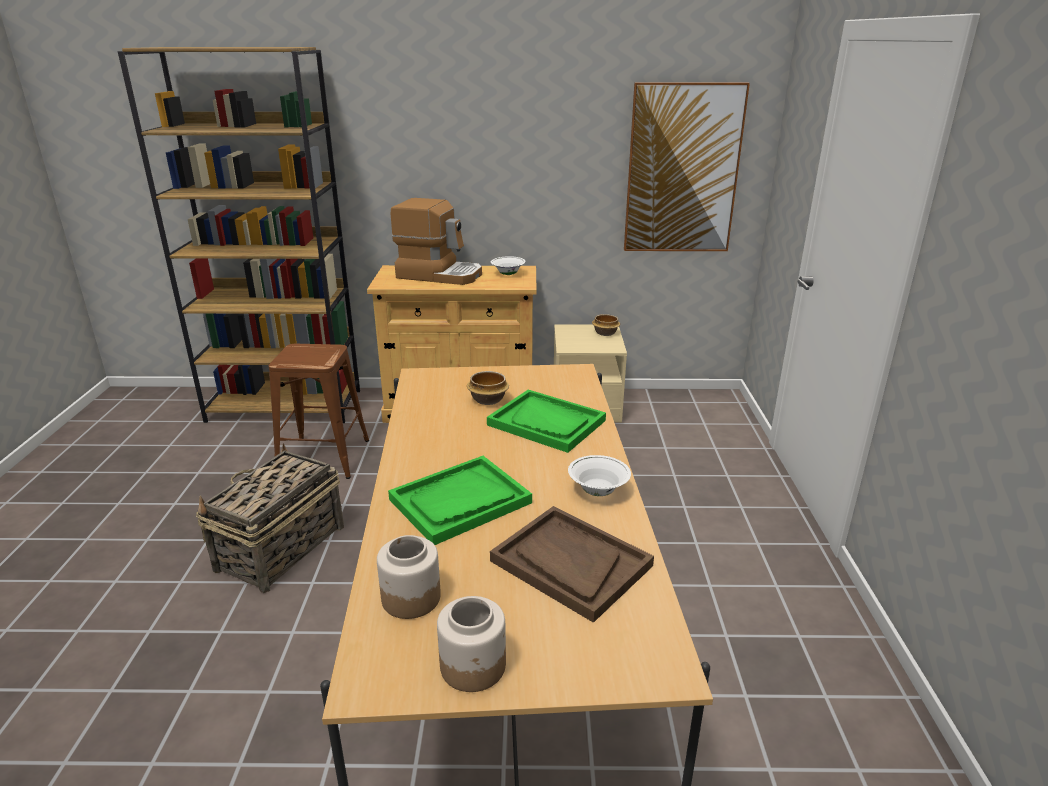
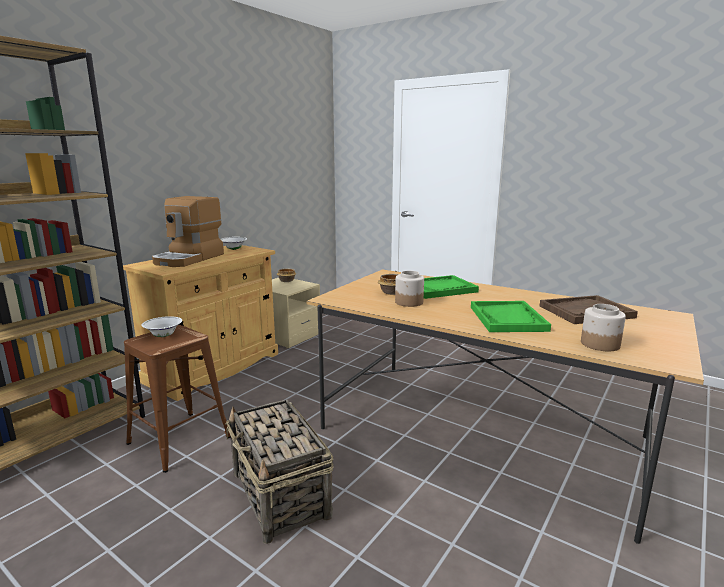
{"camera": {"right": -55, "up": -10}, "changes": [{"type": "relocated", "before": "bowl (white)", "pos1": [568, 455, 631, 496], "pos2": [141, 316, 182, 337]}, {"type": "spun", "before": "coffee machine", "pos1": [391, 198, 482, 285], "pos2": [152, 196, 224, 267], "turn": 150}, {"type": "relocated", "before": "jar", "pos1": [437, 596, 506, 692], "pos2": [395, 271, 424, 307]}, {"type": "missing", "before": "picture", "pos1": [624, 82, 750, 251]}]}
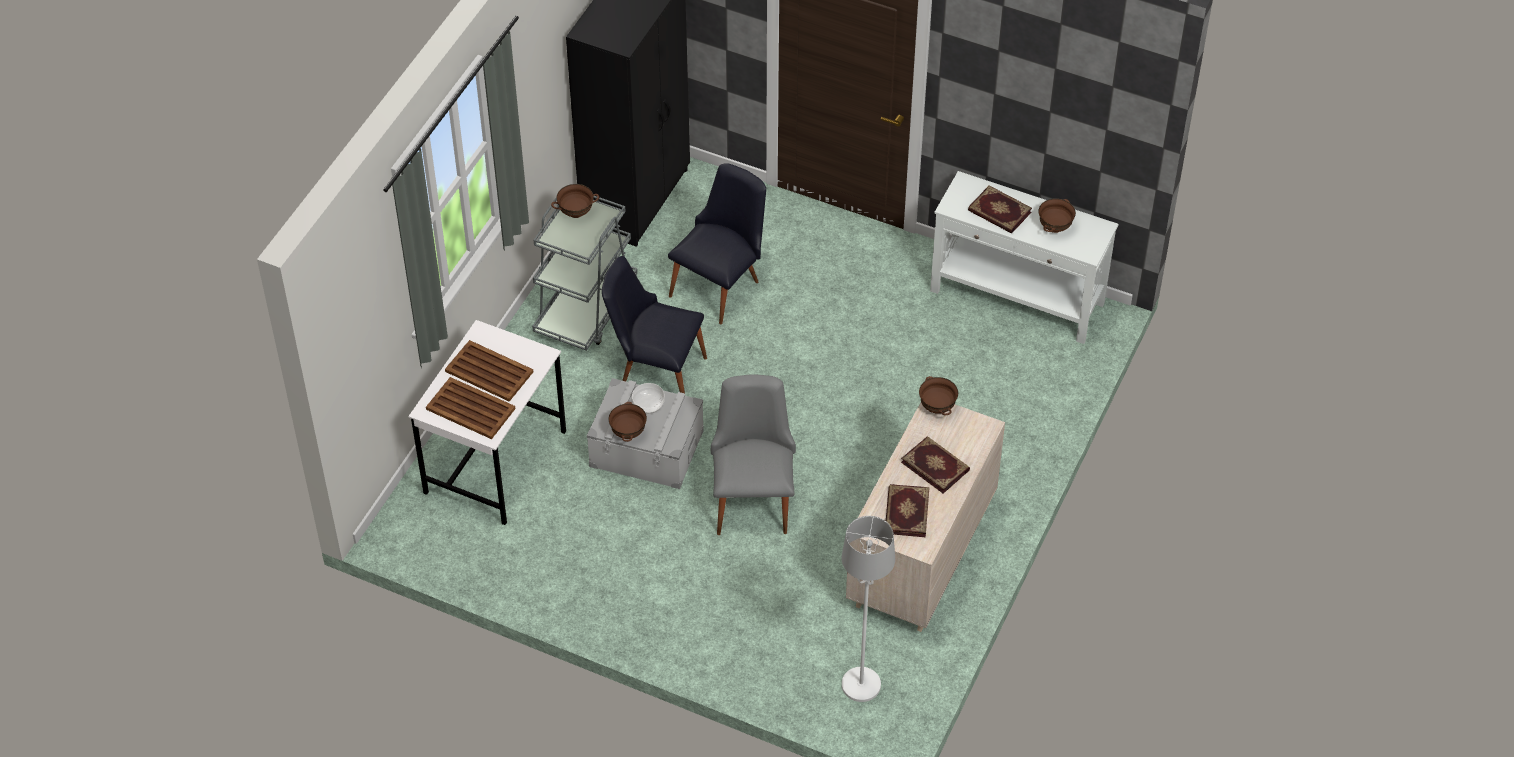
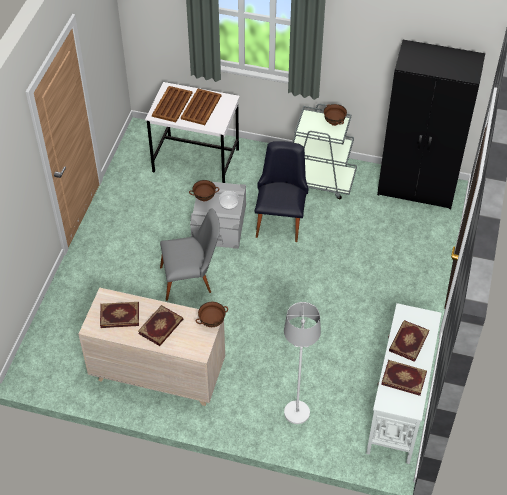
{"camera": {"right": 80, "up": 0}, "changes": [{"type": "relocated", "before": "floor lamp (white)", "pos1": [842, 516, 895, 702], "pos2": [284, 302, 321, 424]}, {"type": "exchanged", "before": "bowl (brown)", "after": "book", "pos1": [1038, 198, 1076, 233], "pos2": [381, 360, 427, 396]}, {"type": "missing", "before": "chair (black)", "pos1": [668, 163, 766, 325]}]}
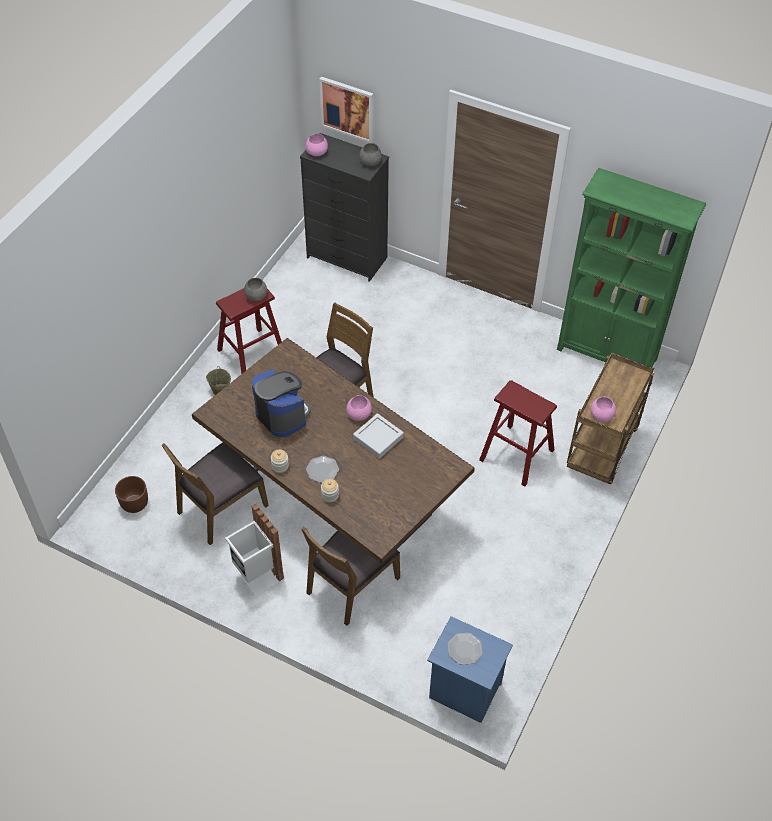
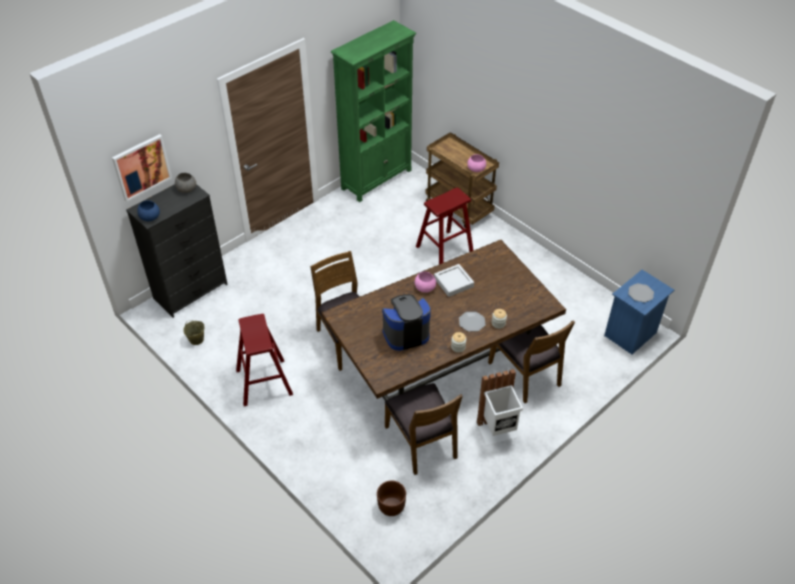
{"camera": {"right": -70, "up": -5}, "changes": [{"type": "colour", "before": "bowl (pink)", "after": "bowl (blue)", "pos1": [305, 134, 328, 156], "pos2": [137, 200, 160, 221]}, {"type": "relocated", "before": "bucket (beige)", "pos1": [206, 366, 231, 395], "pos2": [183, 320, 205, 345]}, {"type": "missing", "before": "bowl (grey)", "pos1": [244, 278, 267, 301]}]}
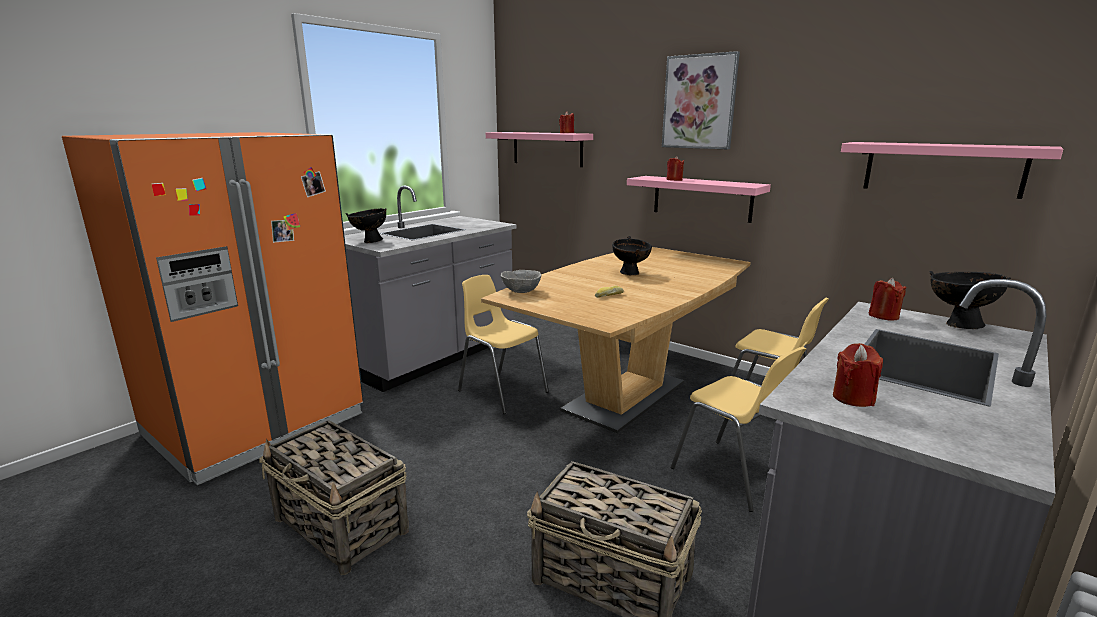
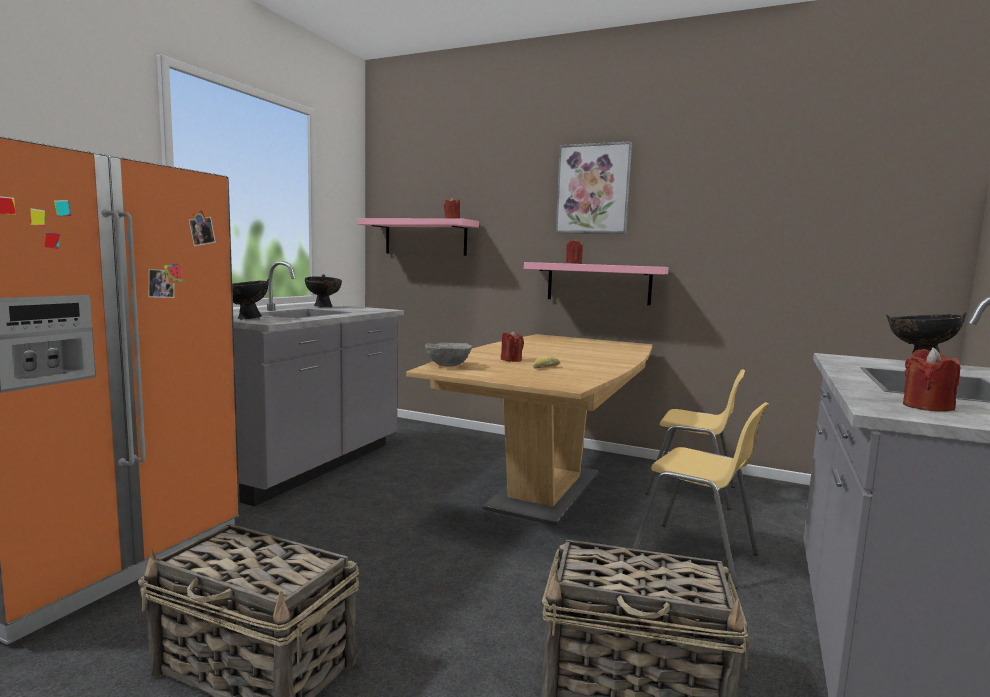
{"camera": {"right": -15, "up": -10}, "changes": [{"type": "relocated", "before": "bowl (black)", "pos1": [612, 236, 652, 276], "pos2": [305, 275, 342, 307]}, {"type": "relocated", "before": "candle (red)", "pos1": [868, 278, 906, 321], "pos2": [501, 330, 524, 362]}, {"type": "missing", "before": "chair (yellow)", "pos1": [458, 275, 549, 414]}, {"type": "missing", "before": "shelf (pink)", "pos1": [841, 142, 1063, 199]}]}
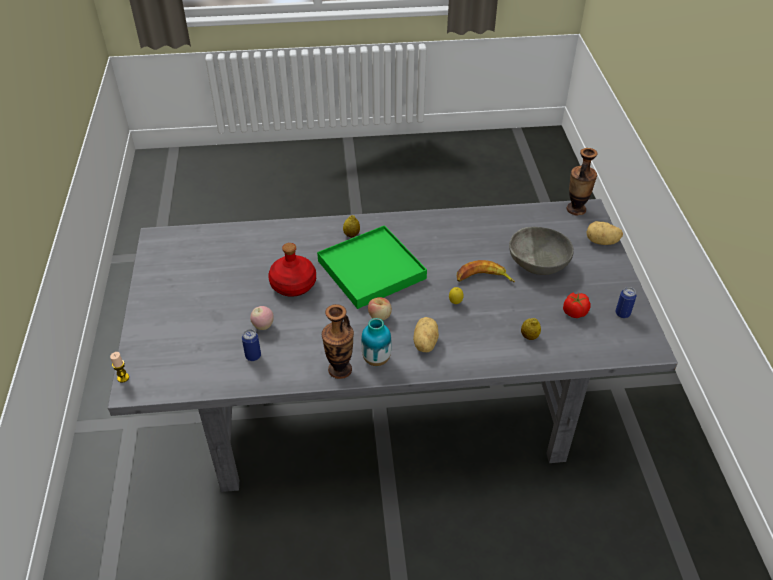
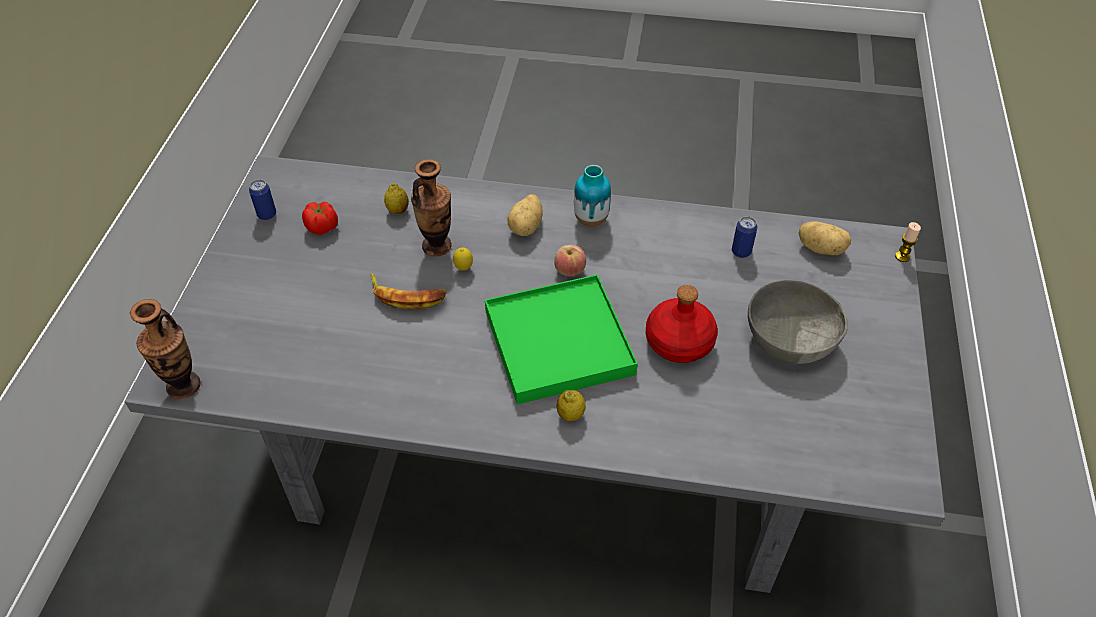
{"camera": {"right": -165, "up": 5}, "changes": [{"type": "relocated", "before": "vase", "pos1": [322, 304, 354, 379], "pos2": [411, 159, 452, 257]}, {"type": "relocated", "before": "bowl (grey)", "pos1": [509, 227, 574, 275], "pos2": [748, 280, 848, 364]}, {"type": "relocated", "before": "potato", "pos1": [586, 221, 623, 245], "pos2": [799, 221, 851, 255]}, {"type": "missing", "before": "apple", "pos1": [250, 306, 274, 330]}]}
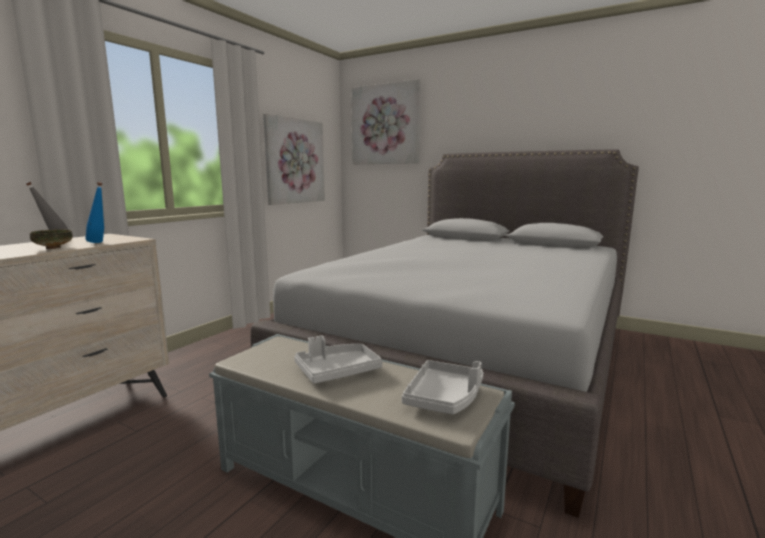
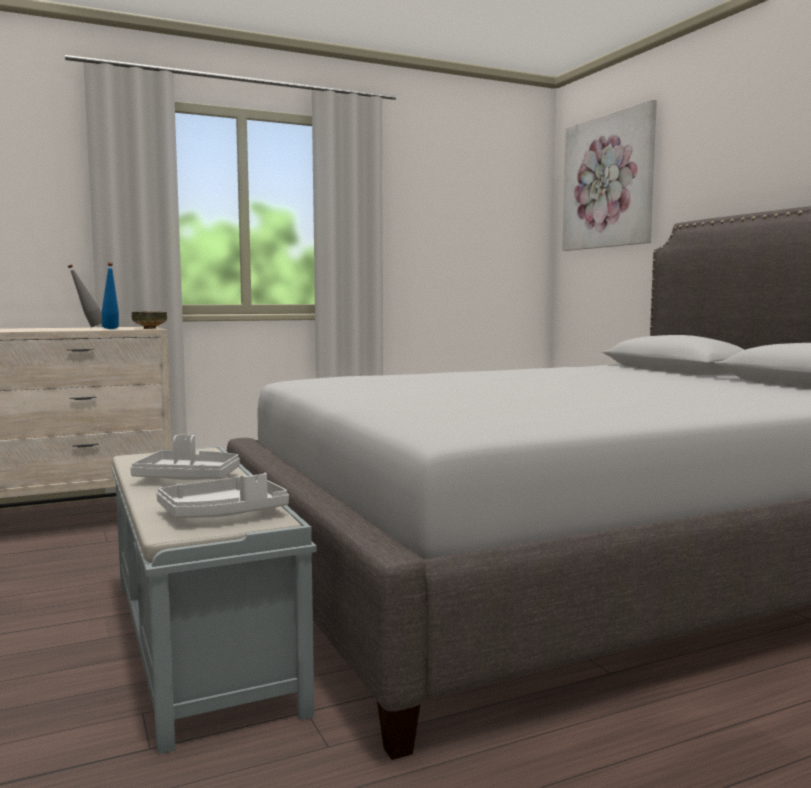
{"camera": {"right": 35, "up": -5}, "changes": [{"type": "relocated", "before": "bowl", "pos1": [30, 229, 73, 249], "pos2": [132, 311, 167, 329]}, {"type": "missing", "before": "picture", "pos1": [263, 113, 325, 205]}]}
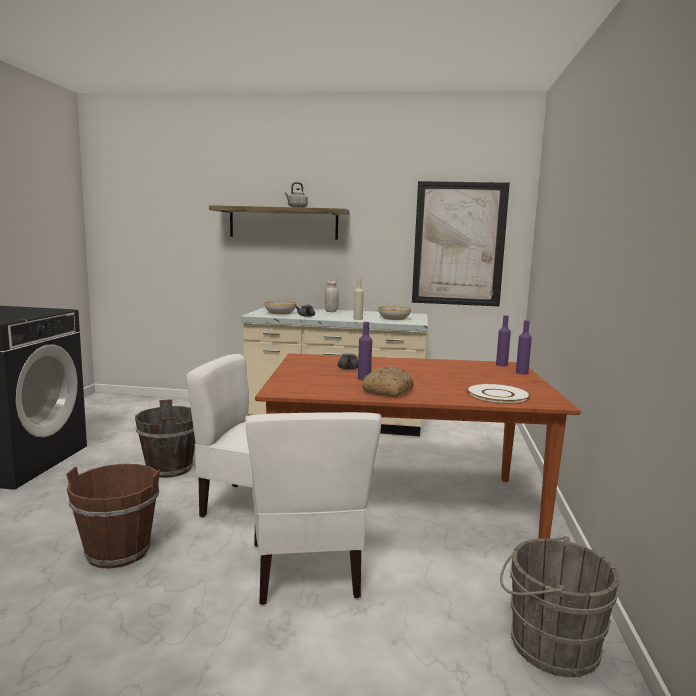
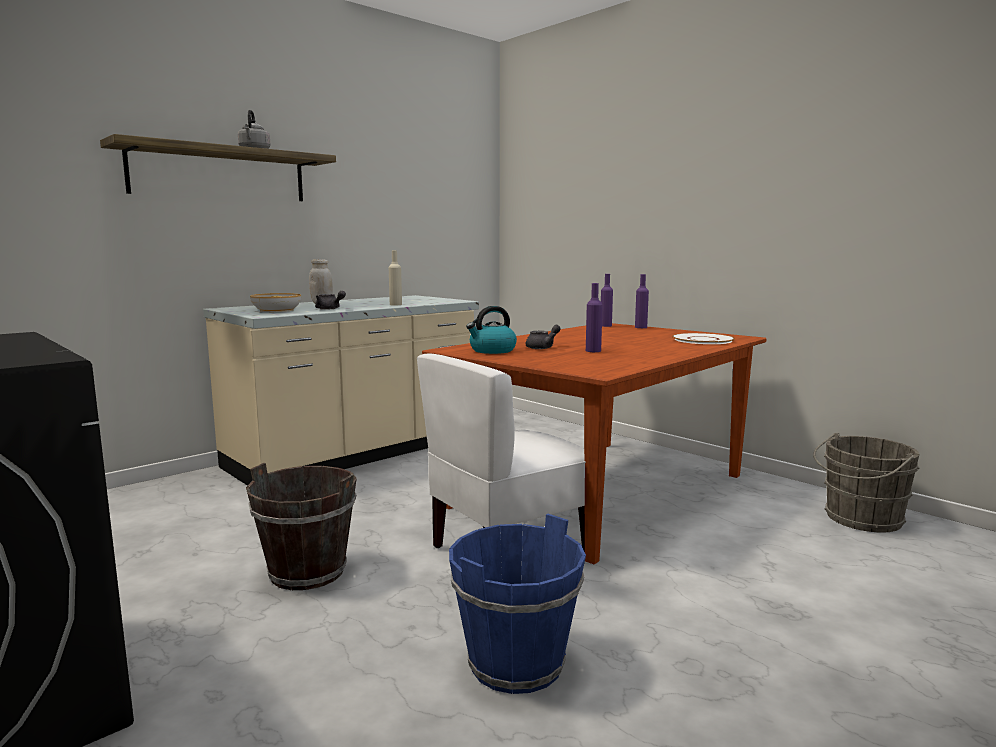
{"camera": {"right": -50, "up": 0}, "changes": [{"type": "colour", "before": "bucket (brown)", "after": "bucket (blue)", "pos1": [66, 464, 160, 568], "pos2": [449, 514, 586, 694]}, {"type": "appeared", "after": "kettle", "pos2": [466, 306, 517, 354]}, {"type": "missing", "before": "chair (white)", "pos1": [245, 412, 382, 605]}, {"type": "missing", "before": "bread", "pos1": [362, 366, 414, 397]}, {"type": "missing", "before": "bowl", "pos1": [378, 306, 411, 320]}, {"type": "missing", "before": "picture", "pos1": [412, 181, 510, 306]}]}
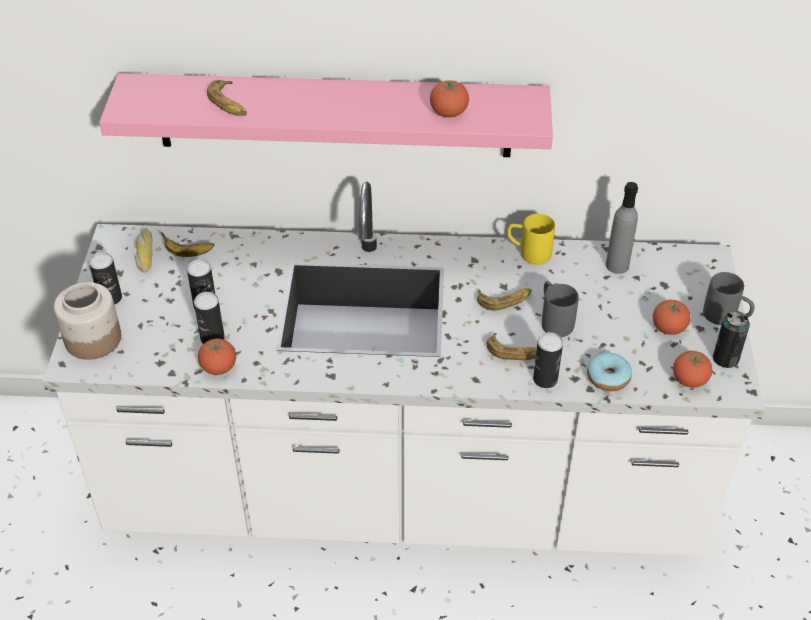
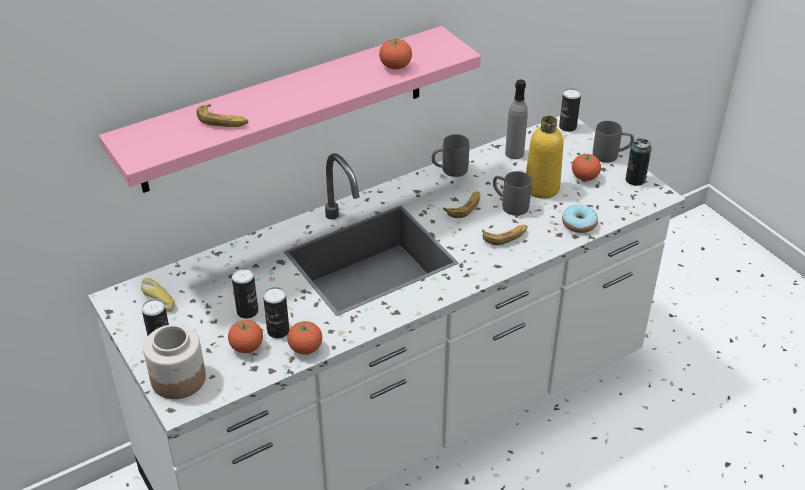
{"camera": {"right": -35, "up": -5}, "changes": [{"type": "relocated", "before": "tomato", "pos1": [673, 351, 713, 388], "pos2": [228, 320, 263, 353]}, {"type": "colour", "before": "mug (yellow)", "after": "mug (grey)", "pos1": [507, 214, 555, 265], "pos2": [432, 134, 469, 177]}, {"type": "appeared", "after": "bottle (yellow)", "pos2": [526, 116, 564, 199]}, {"type": "relocated", "before": "can", "pos1": [533, 332, 563, 388], "pos2": [559, 88, 581, 132]}, {"type": "missing", "before": "banana", "pos1": [161, 232, 214, 257]}]}
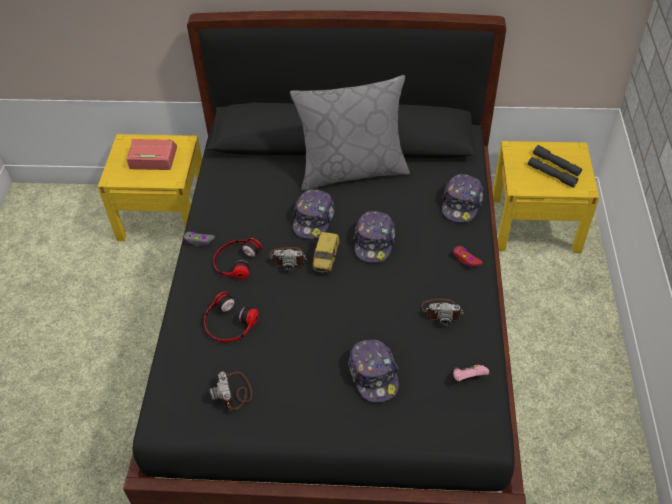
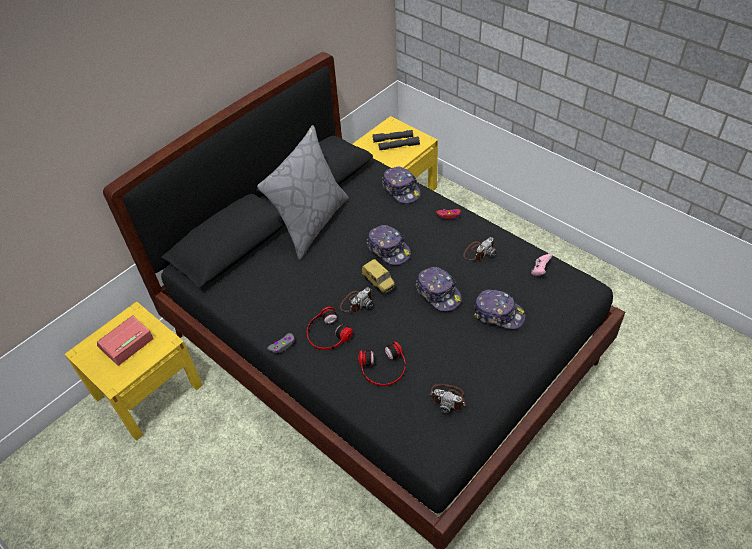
{"camera": {"right": -50, "up": 0}, "changes": [{"type": "relocated", "before": "cap", "pos1": [293, 189, 334, 239], "pos2": [415, 267, 462, 311]}]}
